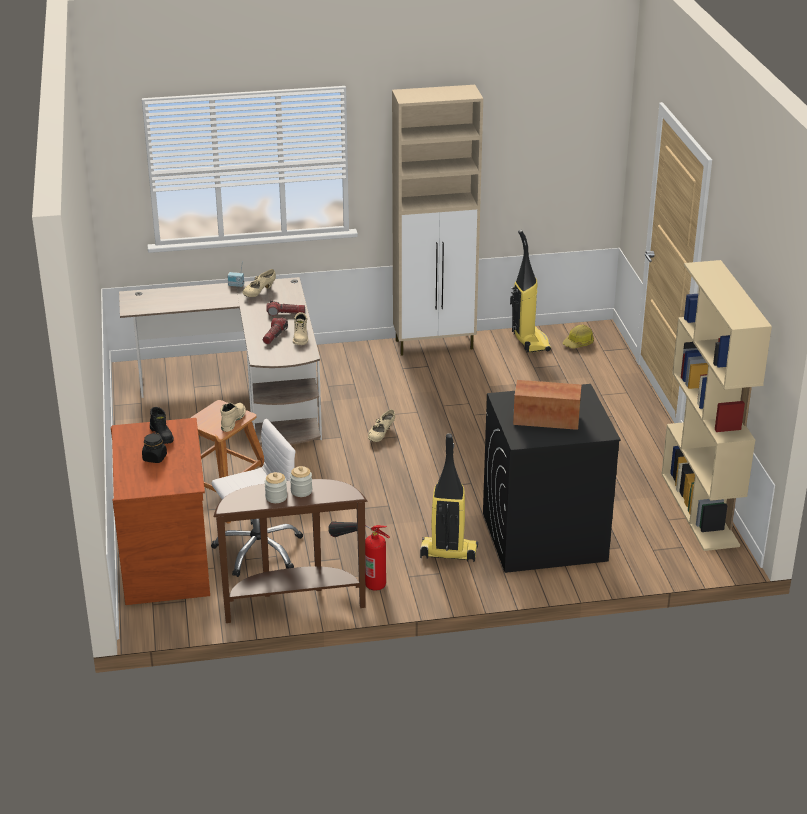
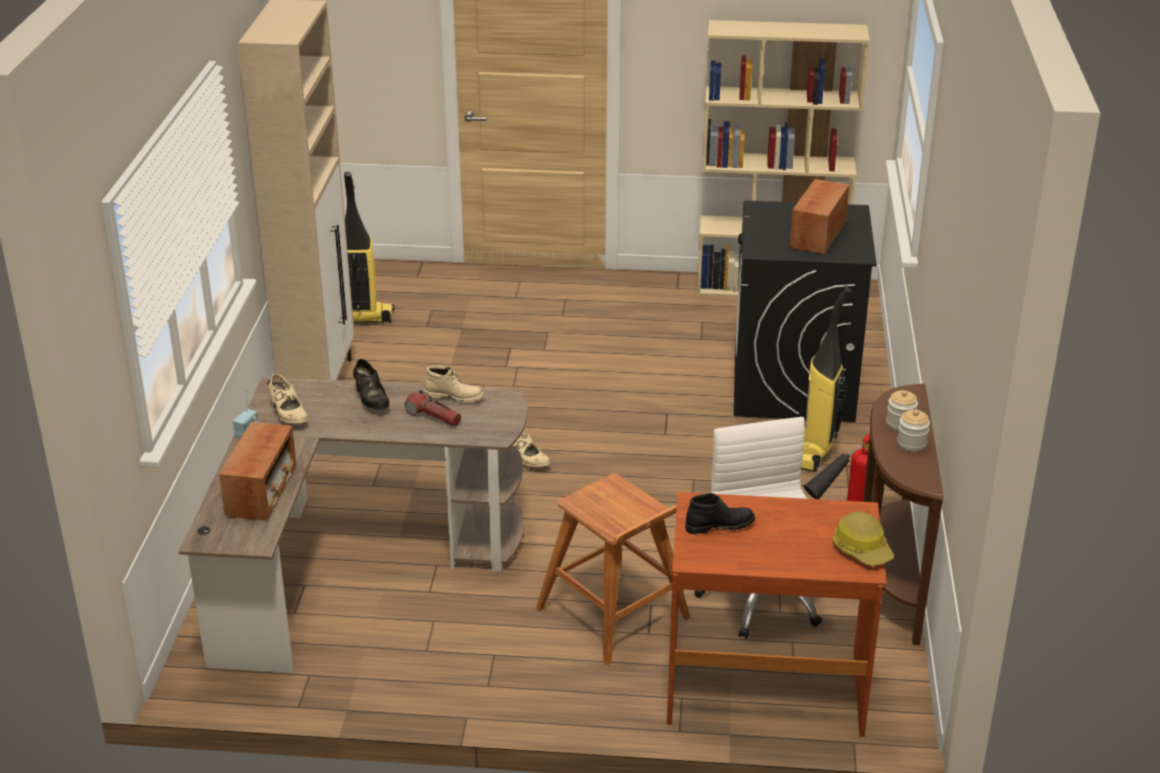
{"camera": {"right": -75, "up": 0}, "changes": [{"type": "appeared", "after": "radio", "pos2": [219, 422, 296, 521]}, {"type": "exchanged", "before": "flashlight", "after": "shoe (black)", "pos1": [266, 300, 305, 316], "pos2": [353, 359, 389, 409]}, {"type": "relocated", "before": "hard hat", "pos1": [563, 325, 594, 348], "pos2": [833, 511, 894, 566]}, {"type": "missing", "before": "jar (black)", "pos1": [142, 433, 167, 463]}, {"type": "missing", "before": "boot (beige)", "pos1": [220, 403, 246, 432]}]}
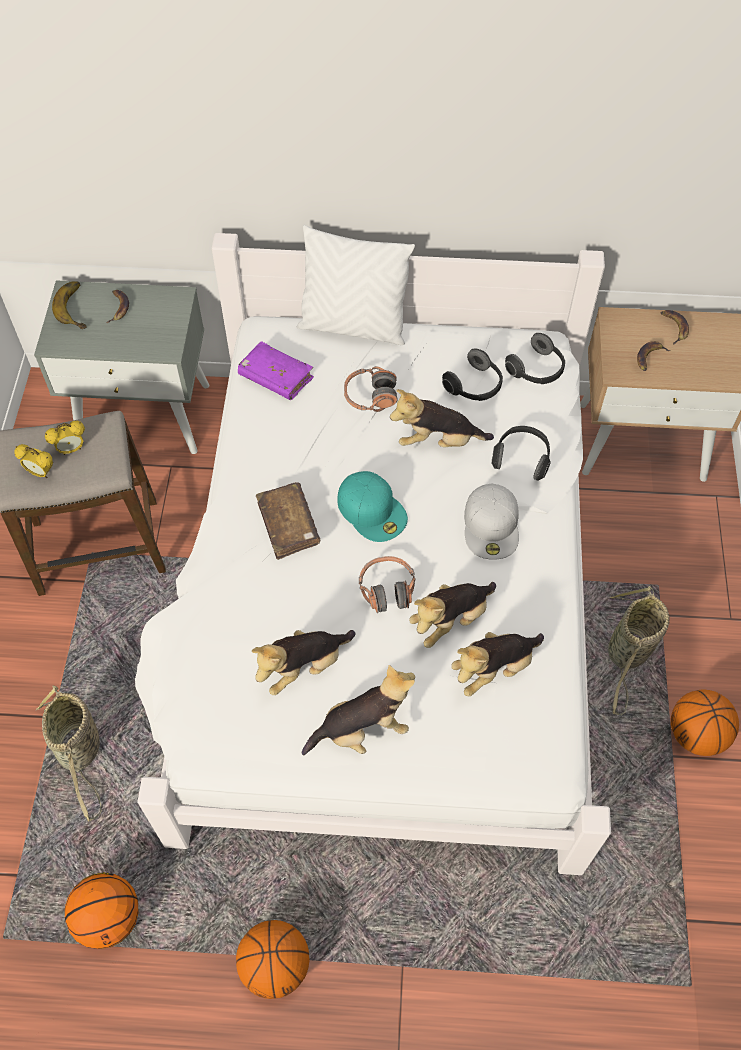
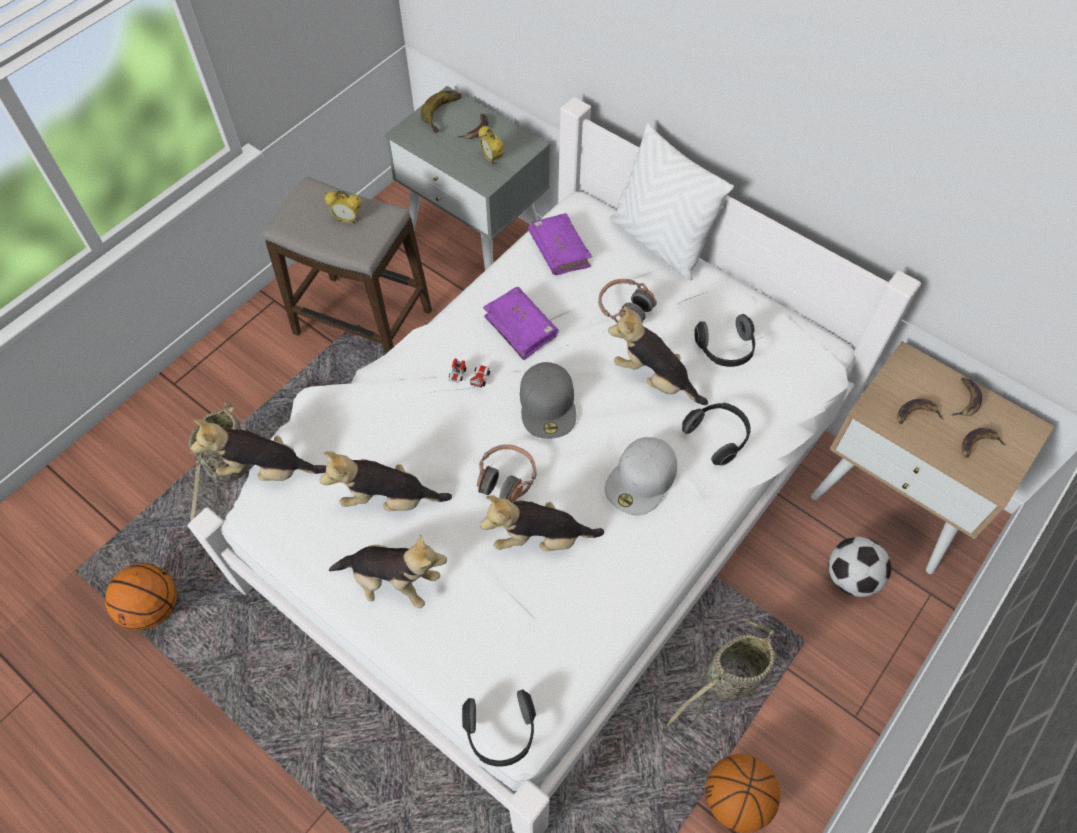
{"camera": {"right": 35, "up": 0}, "changes": [{"type": "relocated", "before": "plush toy", "pos1": [451, 632, 544, 696], "pos2": [191, 419, 326, 481]}, {"type": "exchanged", "before": "book (brown)", "after": "toy car", "pos1": [256, 482, 321, 560], "pos2": [449, 358, 490, 388]}, {"type": "relocated", "before": "headphones", "pos1": [505, 333, 565, 384], "pos2": [462, 690, 536, 767]}, {"type": "relocated", "before": "alarm clock", "pos1": [14, 444, 53, 478], "pos2": [478, 126, 504, 165]}, {"type": "appeared", "after": "book (purple)", "pos2": [483, 287, 559, 360]}, {"type": "colour", "before": "cap (turquoise)", "after": "cap (grey)", "pos1": [337, 471, 408, 542], "pos2": [520, 362, 576, 439]}, {"type": "appeared", "after": "football", "pos2": [829, 537, 891, 597]}, {"type": "appeared", "after": "banana", "pos2": [961, 428, 1006, 458]}, {"type": "missing", "before": "basketball", "pos1": [236, 920, 309, 999]}]}
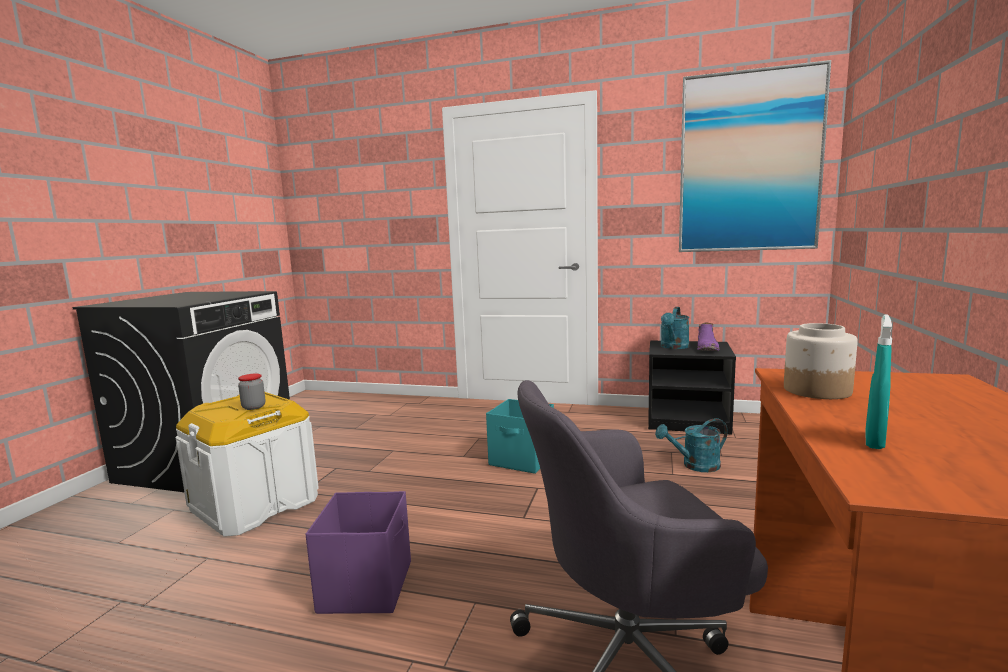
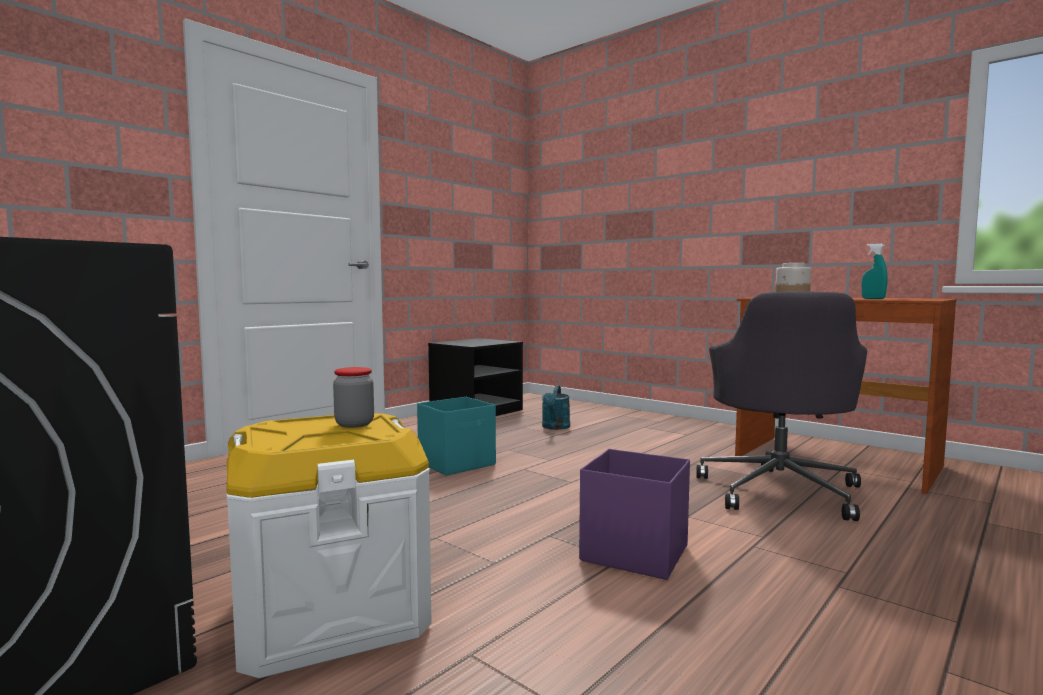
{"camera": {"right": -65, "up": -5}, "changes": [{"type": "missing", "before": "watering can (turquoise)", "pos1": [661, 307, 689, 349]}, {"type": "missing", "before": "picture", "pos1": [679, 60, 831, 252]}, {"type": "missing", "before": "boot (purple)", "pos1": [697, 322, 719, 351]}]}
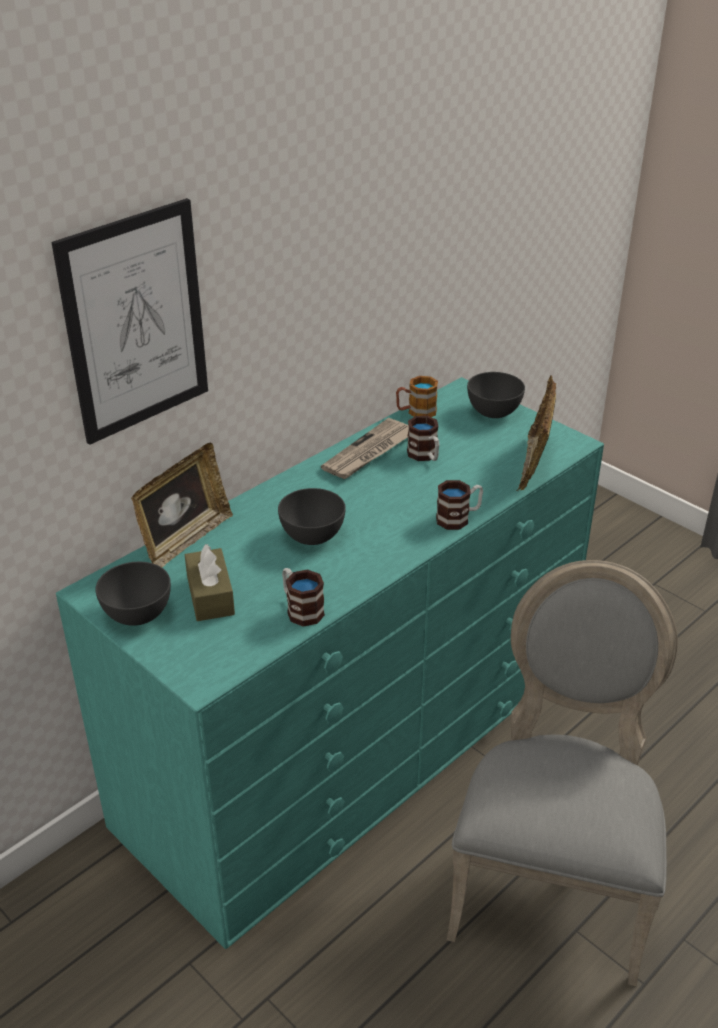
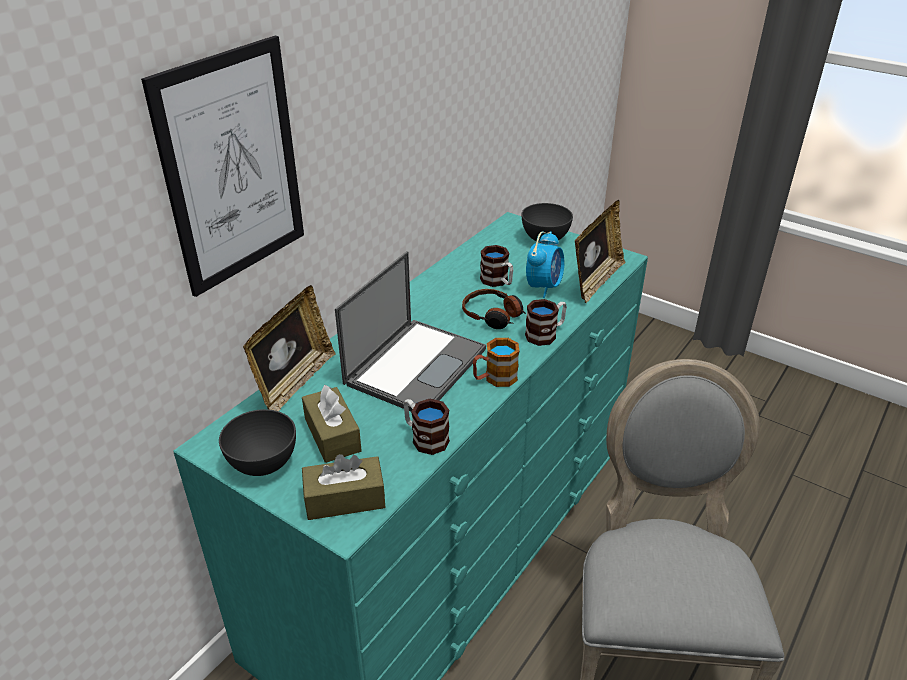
{"camera": {"right": -10, "up": 0}, "changes": [{"type": "appeared", "after": "tissue box (brown)", "pos2": [302, 454, 385, 520]}, {"type": "exchanged", "before": "bowl (grey)", "after": "laptop", "pos1": [278, 488, 346, 545], "pos2": [335, 251, 486, 412]}, {"type": "appeared", "after": "headphones", "pos2": [462, 289, 526, 329]}, {"type": "relocated", "before": "mug", "pos1": [396, 376, 438, 417], "pos2": [473, 338, 519, 387]}, {"type": "appeared", "after": "alarm clock", "pos2": [526, 231, 564, 298]}, {"type": "spun", "before": "picture frame", "pos1": [516, 375, 556, 491], "pos2": [575, 200, 625, 303], "turn": -150}, {"type": "missing", "before": "newspaper", "pos1": [321, 418, 408, 479]}]}
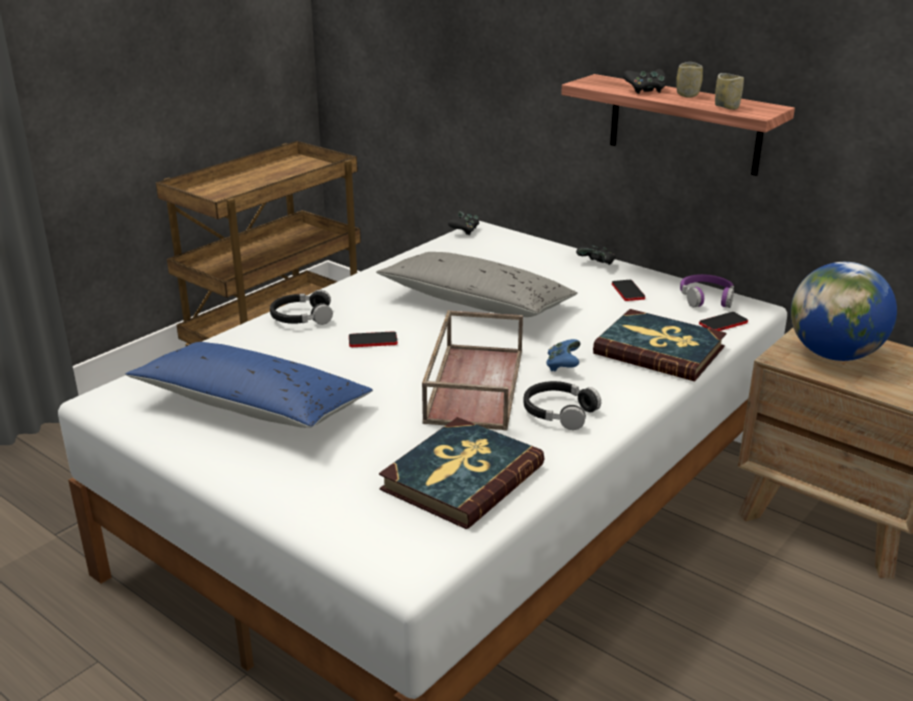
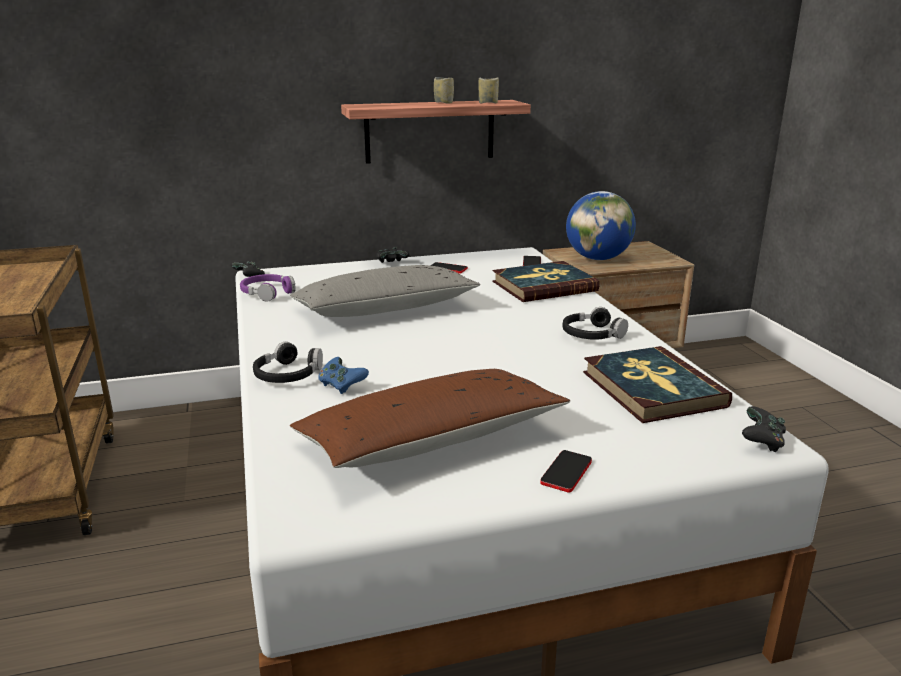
{"camera": {"right": -55, "up": -5}, "changes": [{"type": "relocated", "before": "headphones (purple)", "pos1": [680, 274, 734, 308], "pos2": [240, 274, 296, 302]}, {"type": "colour", "before": "pillow (blue)", "after": "pillow (brown)", "pos1": [125, 342, 373, 428], "pos2": [290, 369, 570, 468]}, {"type": "relocated", "before": "game controller (blue)", "pos1": [546, 339, 581, 371], "pos2": [318, 357, 369, 394]}, {"type": "relocated", "before": "phone", "pos1": [349, 332, 398, 347], "pos2": [540, 450, 592, 493]}, {"type": "relocated", "before": "game controller (black)", "pos1": [623, 69, 666, 94], "pos2": [742, 406, 786, 453]}, {"type": "missing", "before": "tray (brown)", "pos1": [422, 310, 523, 431]}]}
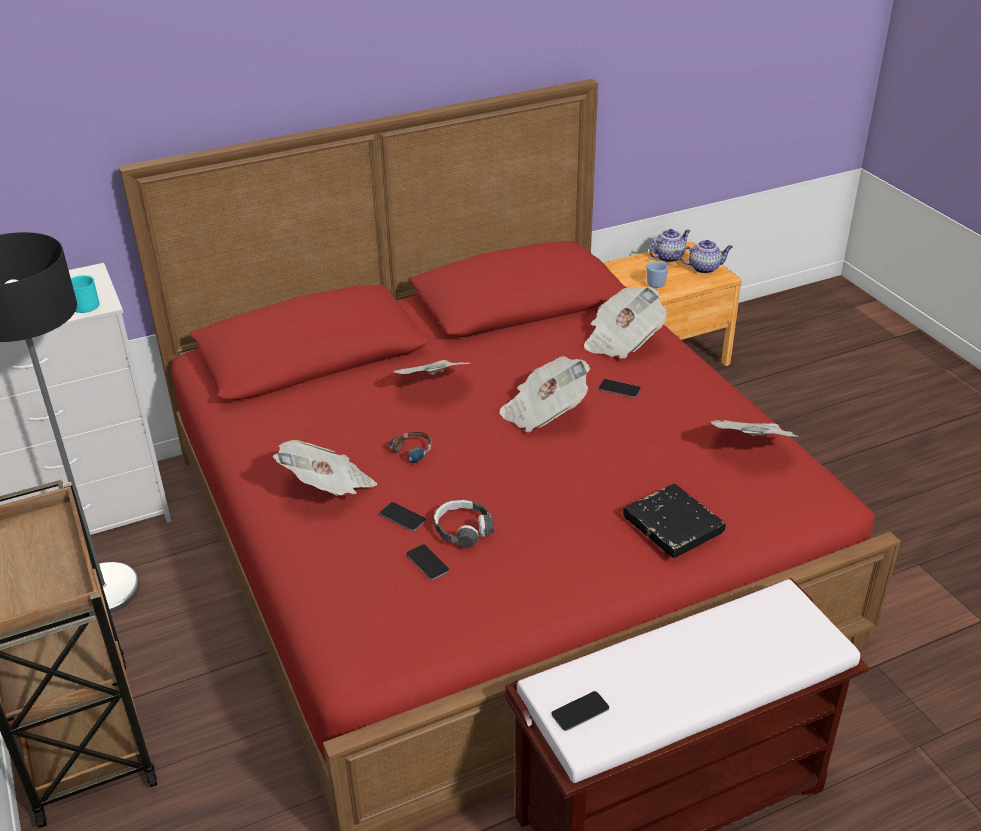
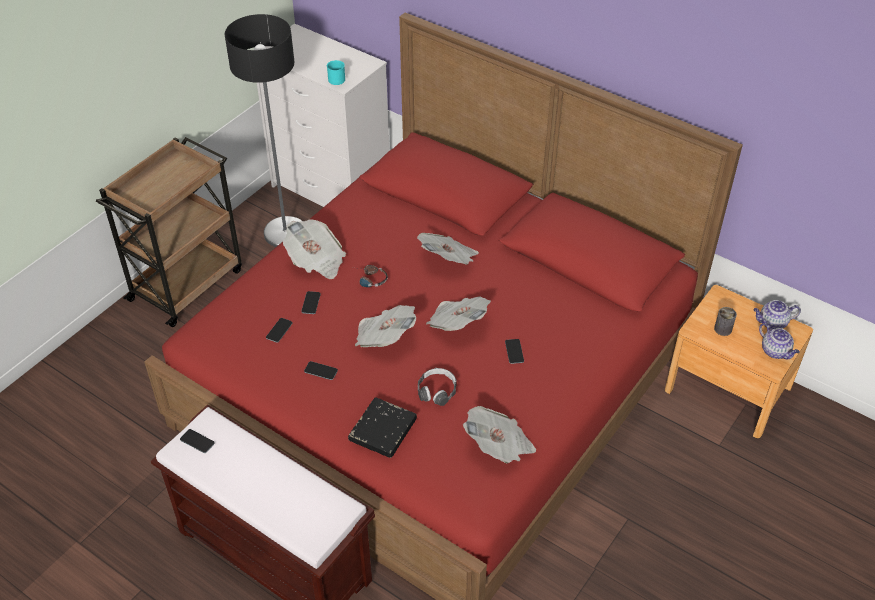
{"camera": {"right": 60, "up": 10}, "changes": [{"type": "appeared", "after": "phone", "pos2": [304, 361, 338, 380]}, {"type": "relocated", "before": "newspaper", "pos1": [584, 287, 667, 359], "pos2": [355, 305, 416, 347]}, {"type": "relocated", "before": "headphones", "pos1": [434, 499, 494, 549], "pos2": [418, 368, 457, 406]}, {"type": "exchanged", "before": "mug (blue)", "after": "can", "pos1": [646, 261, 668, 288], "pos2": [714, 307, 737, 336]}, {"type": "spun", "before": "teapot", "pos1": [649, 229, 690, 262], "pos2": [753, 300, 801, 329], "turn": 150}]}
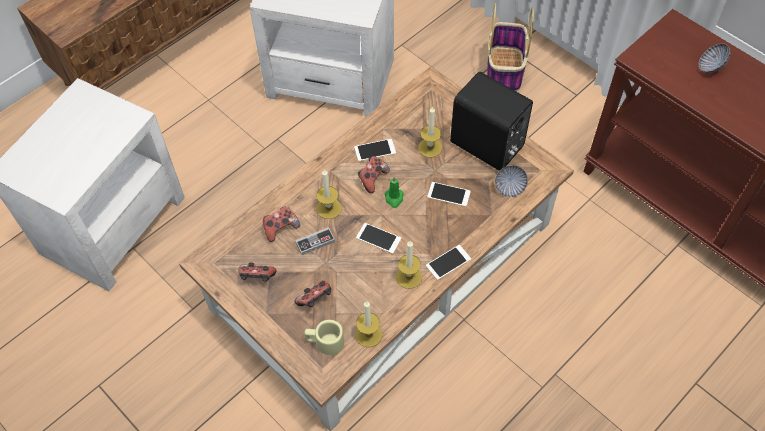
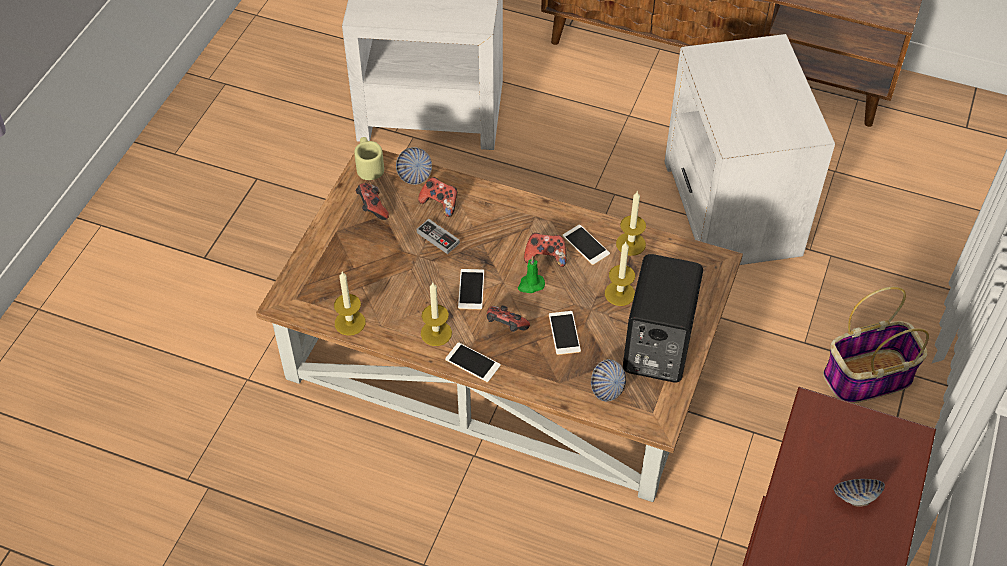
{"camera": {"right": 65, "up": -5}, "changes": [{"type": "relocated", "before": "mug (beige)", "pos1": [304, 320, 344, 355], "pos2": [354, 137, 384, 180]}, {"type": "appeared", "after": "bowl", "pos2": [396, 147, 432, 185]}, {"type": "relocated", "before": "game controller", "pos1": [295, 280, 331, 307], "pos2": [487, 306, 530, 332]}, {"type": "relocated", "before": "candle", "pos1": [316, 169, 341, 219], "pos2": [616, 192, 646, 256]}]}
